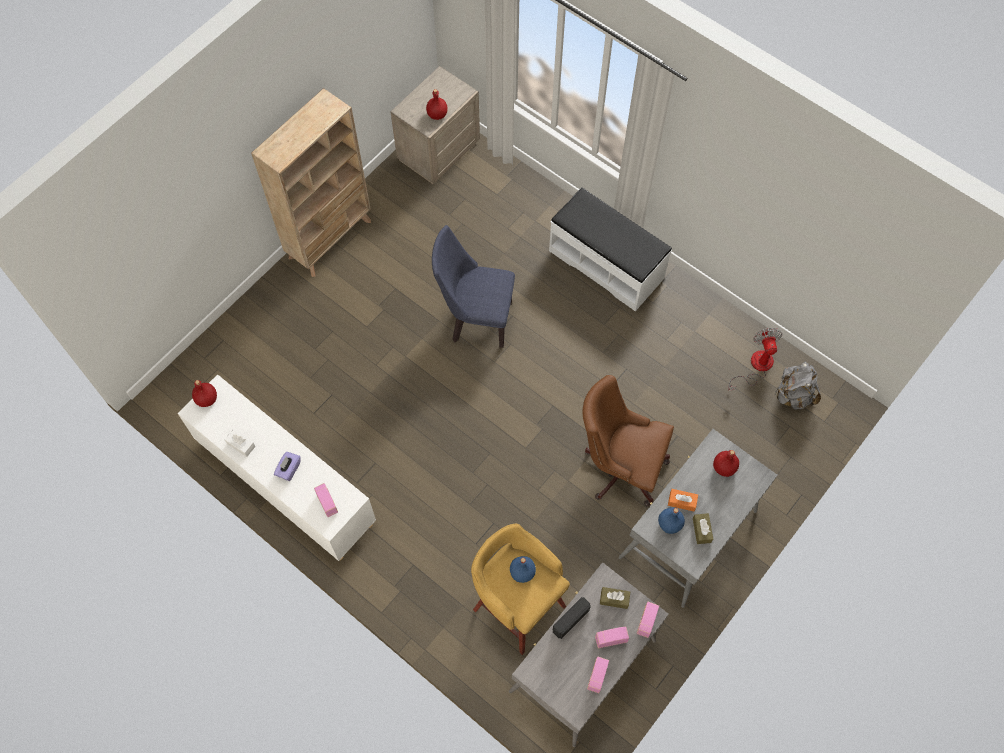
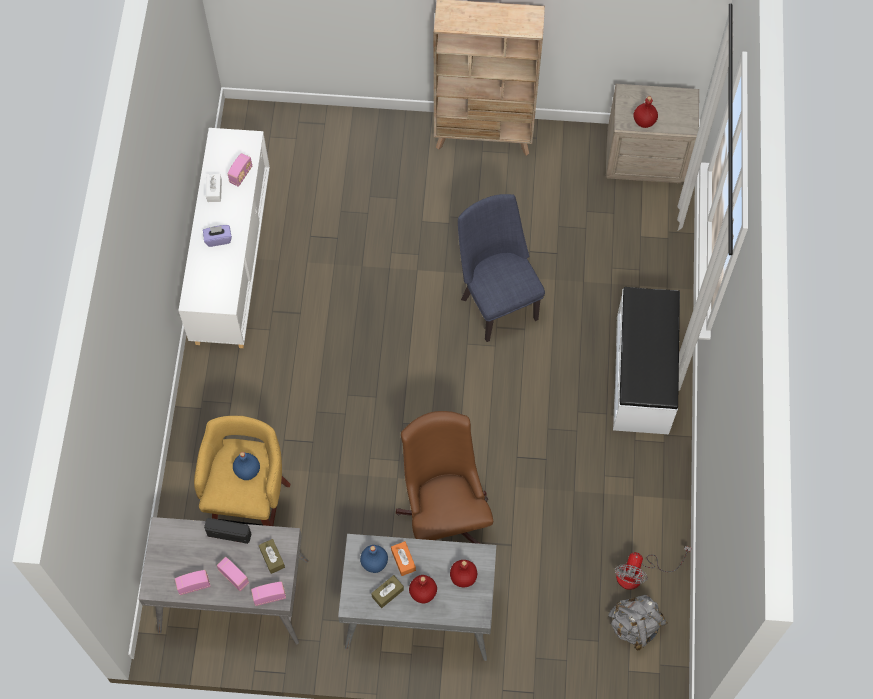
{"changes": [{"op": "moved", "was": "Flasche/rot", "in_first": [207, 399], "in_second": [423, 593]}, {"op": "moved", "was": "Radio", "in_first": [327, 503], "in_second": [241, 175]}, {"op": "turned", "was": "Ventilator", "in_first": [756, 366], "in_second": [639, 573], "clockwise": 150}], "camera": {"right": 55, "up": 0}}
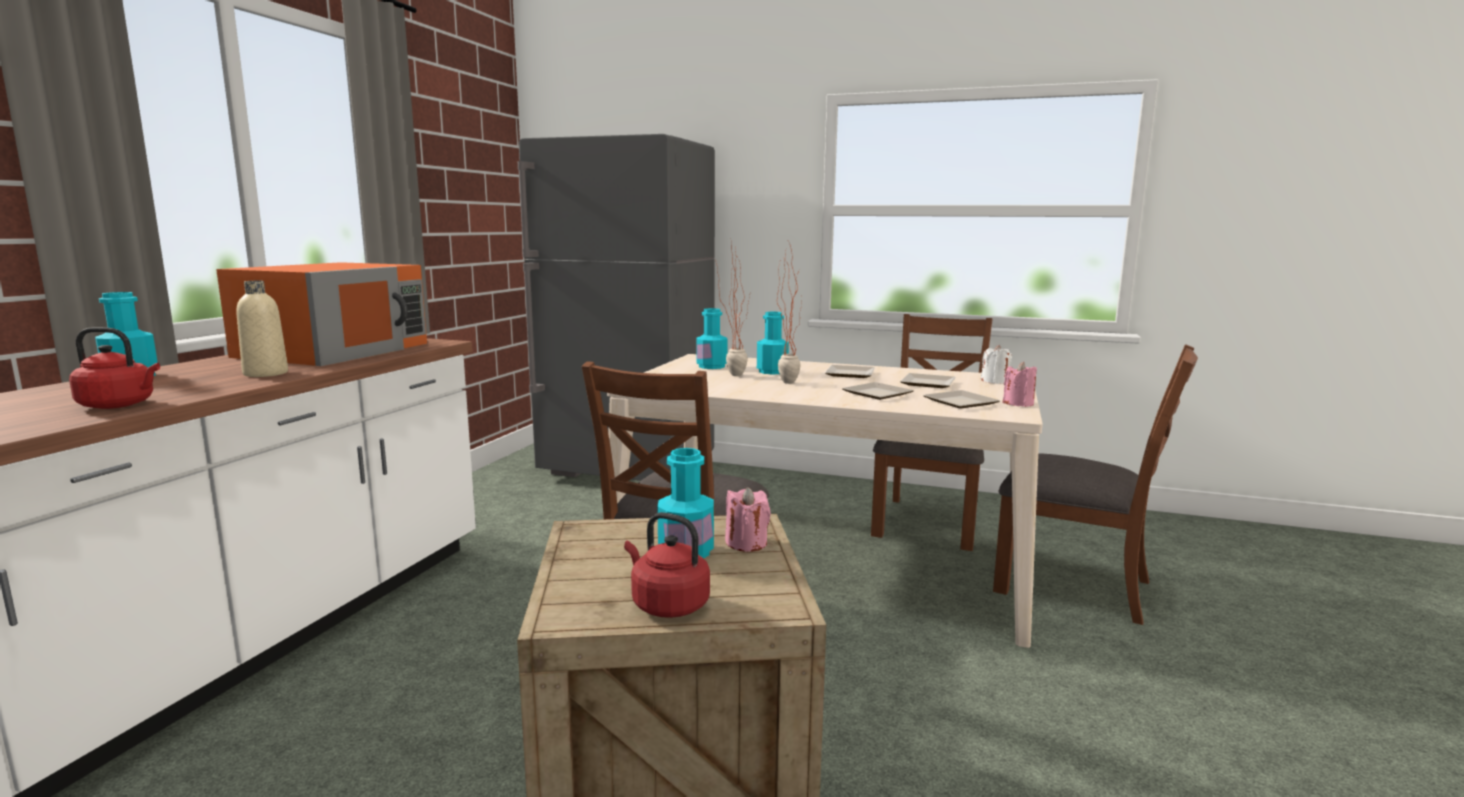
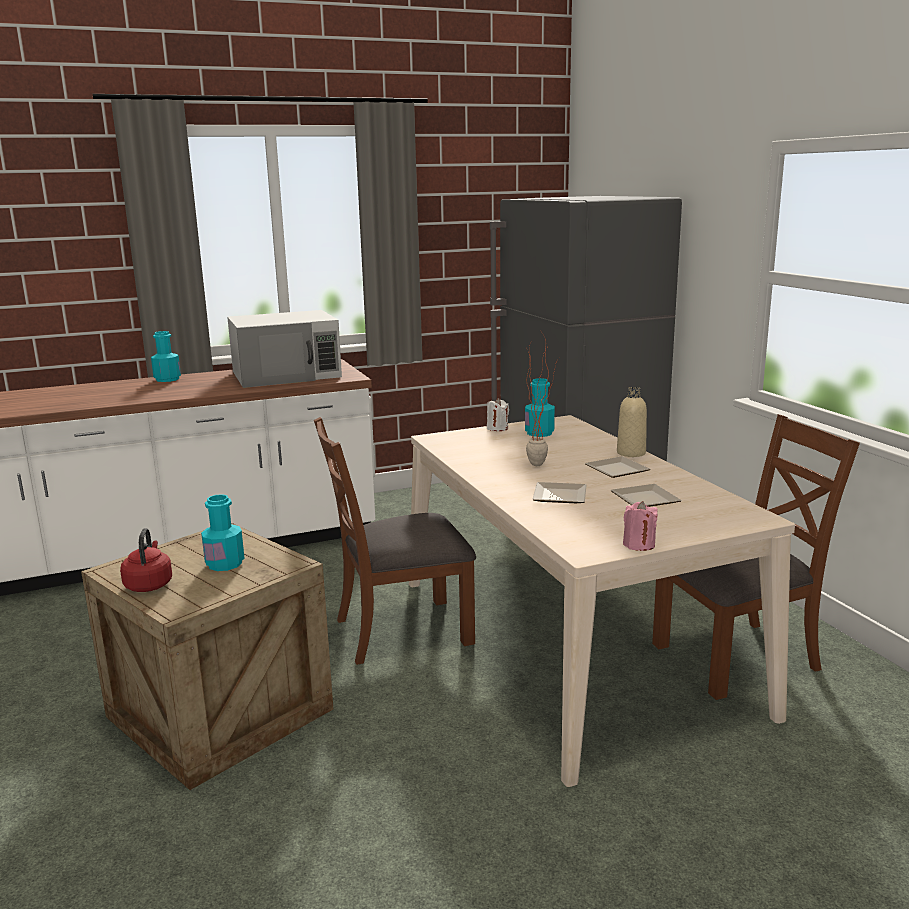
{"changes": [{"op": "removed", "was": "Wasserkessel/rot", "in_first": [120, 405]}, {"op": "removed", "was": "Topfpflanze", "in_first": [732, 374]}, {"op": "removed", "was": "Kerze/rosa", "in_first": [746, 543]}, {"op": "removed", "was": "Flasche/türkis", "in_first": [772, 371]}, {"op": "removed", "was": "Teller", "in_first": [957, 402]}, {"op": "removed", "was": "Stuhl/braun", "in_first": [1075, 585]}, {"op": "moved", "was": "Flasche/beige", "in_first": [265, 373], "in_second": [631, 453]}, {"op": "moved", "was": "Kerze/weiß", "in_first": [994, 381], "in_second": [497, 428]}, {"op": "recoloured", "was": "Mikrowelle/orange", "now": "Mikrowelle/weiß", "in_first": [336, 350], "in_second": [287, 374]}], "camera": {"right": 50, "up": 5}}
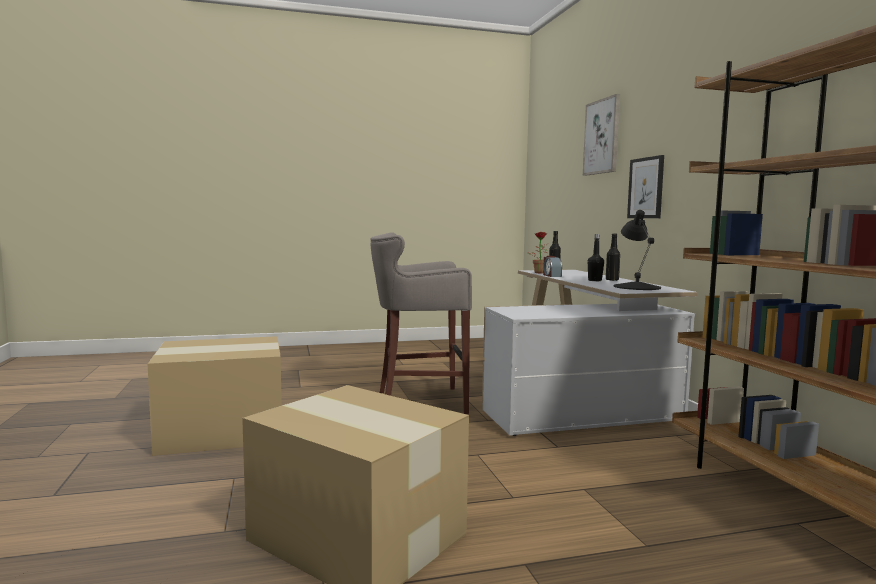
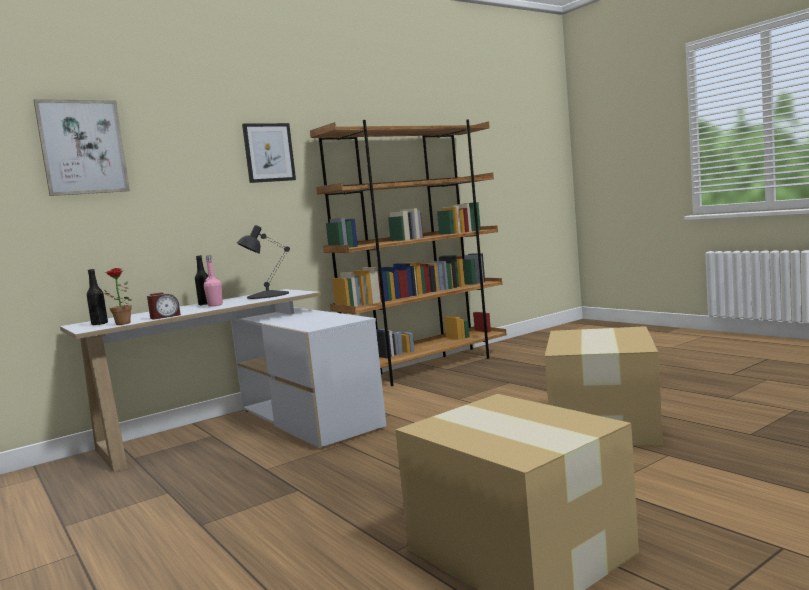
{"changes": [{"op": "removed", "was": "Hocker/grau", "in_first": [418, 401]}, {"op": "moved", "was": "Bild", "in_first": [646, 188], "in_second": [269, 152]}, {"op": "recoloured", "was": "Flasche/schwarz", "now": "Flasche/rosa", "in_first": [594, 280], "in_second": [215, 305]}], "camera": {"right": -110, "up": 0}}
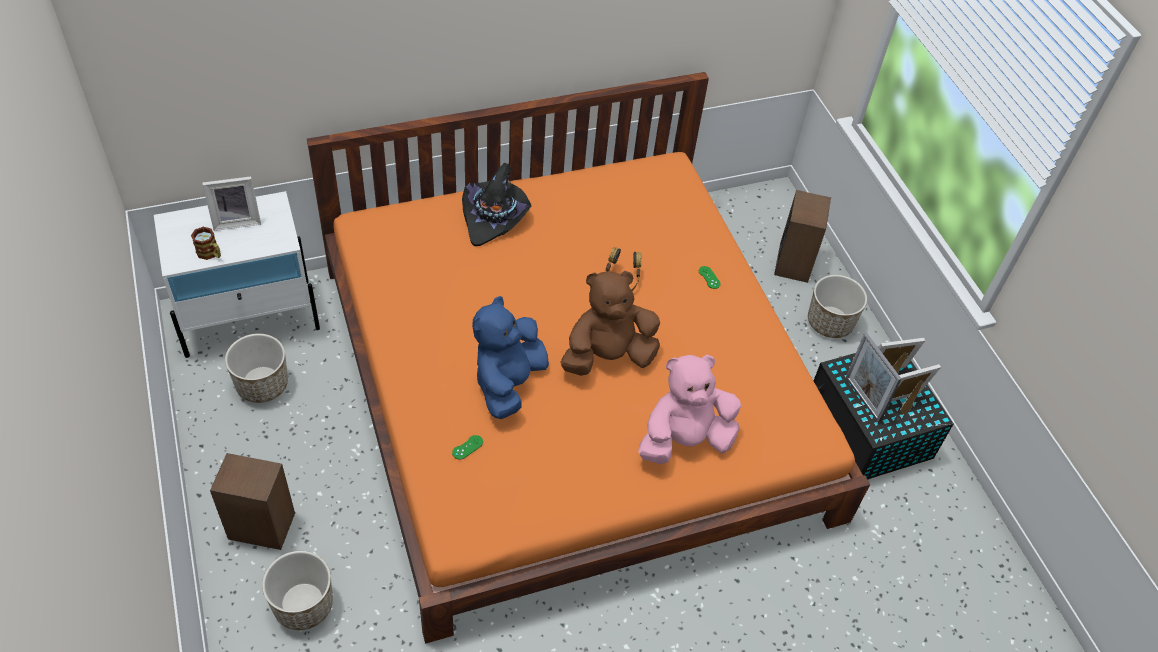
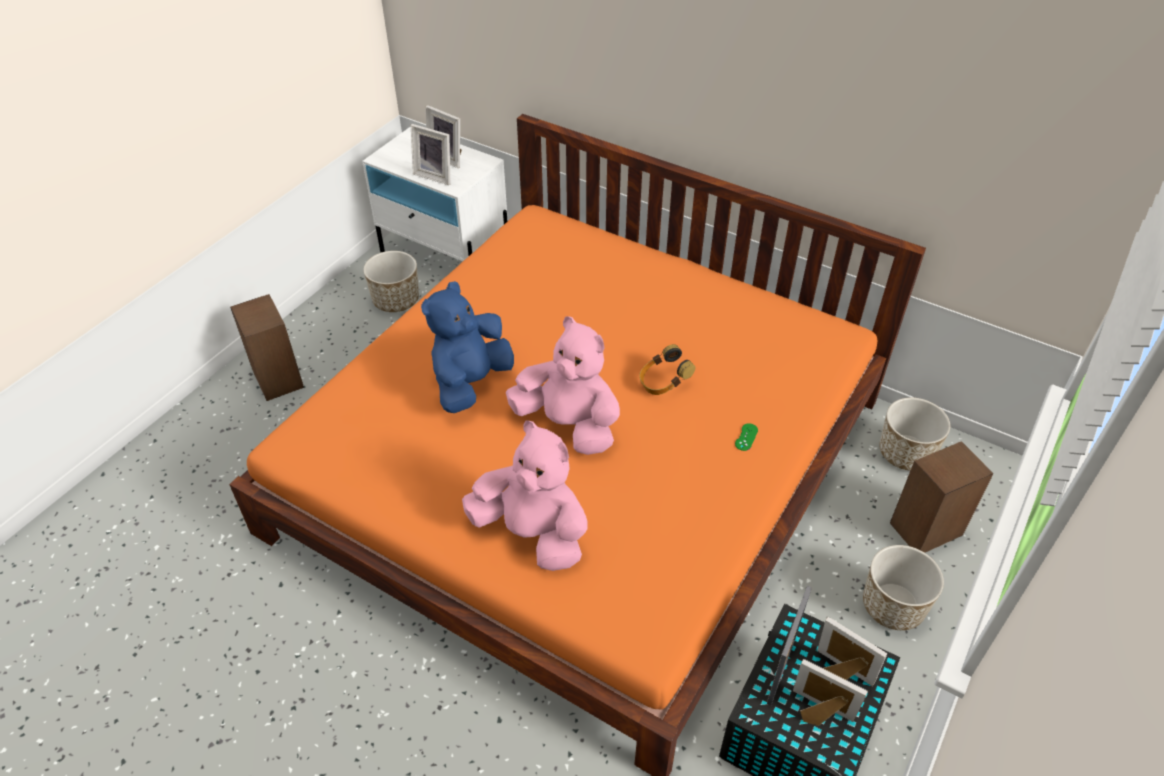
{"changes": [{"op": "removed", "was": "Henkelbecher", "in_first": [210, 254]}, {"op": "removed", "was": "Gamepad/grün", "in_first": [467, 447]}, {"op": "removed", "was": "Hut/schwarz", "in_first": [494, 217]}, {"op": "added", "now": "Bilderrahmen", "in_second": [435, 175]}, {"op": "moved", "was": "Pflanzkübel", "in_first": [303, 605], "in_second": [905, 453]}, {"op": "recoloured", "was": "Plüschtier/braun", "now": "Plüschtier/rosa", "in_first": [607, 356], "in_second": [568, 424]}, {"op": "turned", "was": "Plüschtier/blau", "in_first": [508, 383], "in_second": [470, 383], "clockwise": -45}], "camera": {"right": 55, "up": -5}}
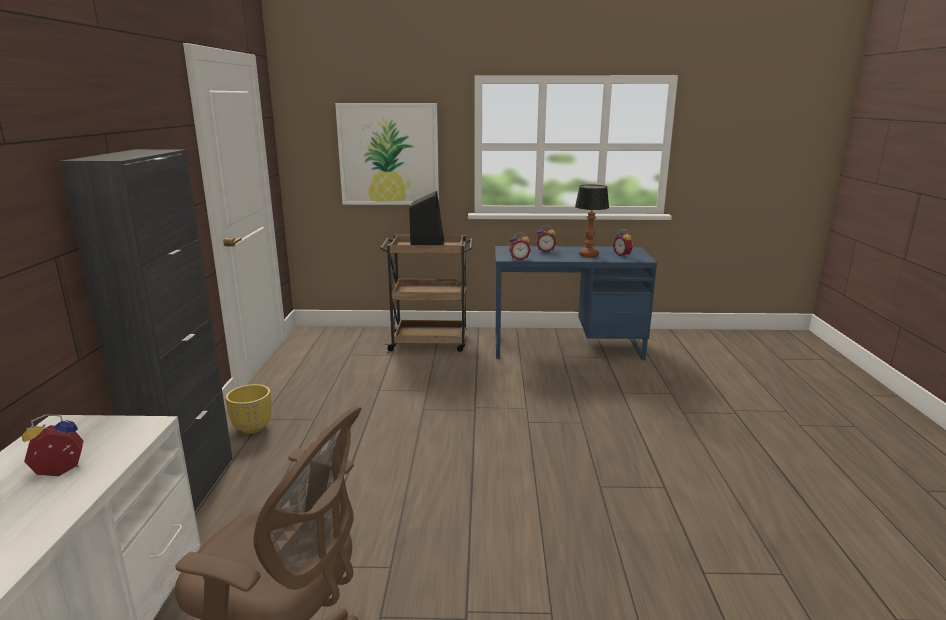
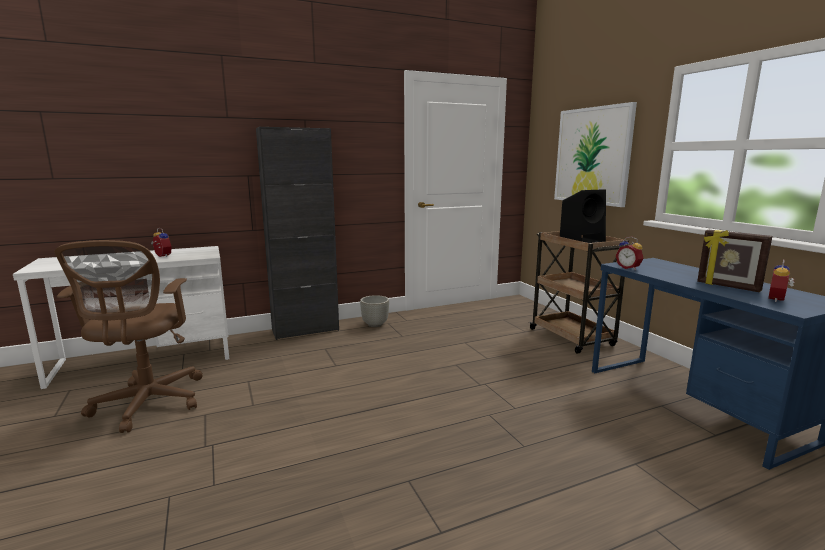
{"changes": [{"op": "removed", "was": "Wecker", "in_first": [545, 251]}, {"op": "replaced", "was": "Tischlampe", "now": "Bilderrahmen", "in_first": [588, 255], "in_second": [727, 286]}, {"op": "recoloured", "was": "Pflanzkübel/gelb", "now": "Pflanzkübel/grau", "in_first": [252, 428], "in_second": [374, 324]}], "camera": {"right": 65, "up": -5}}
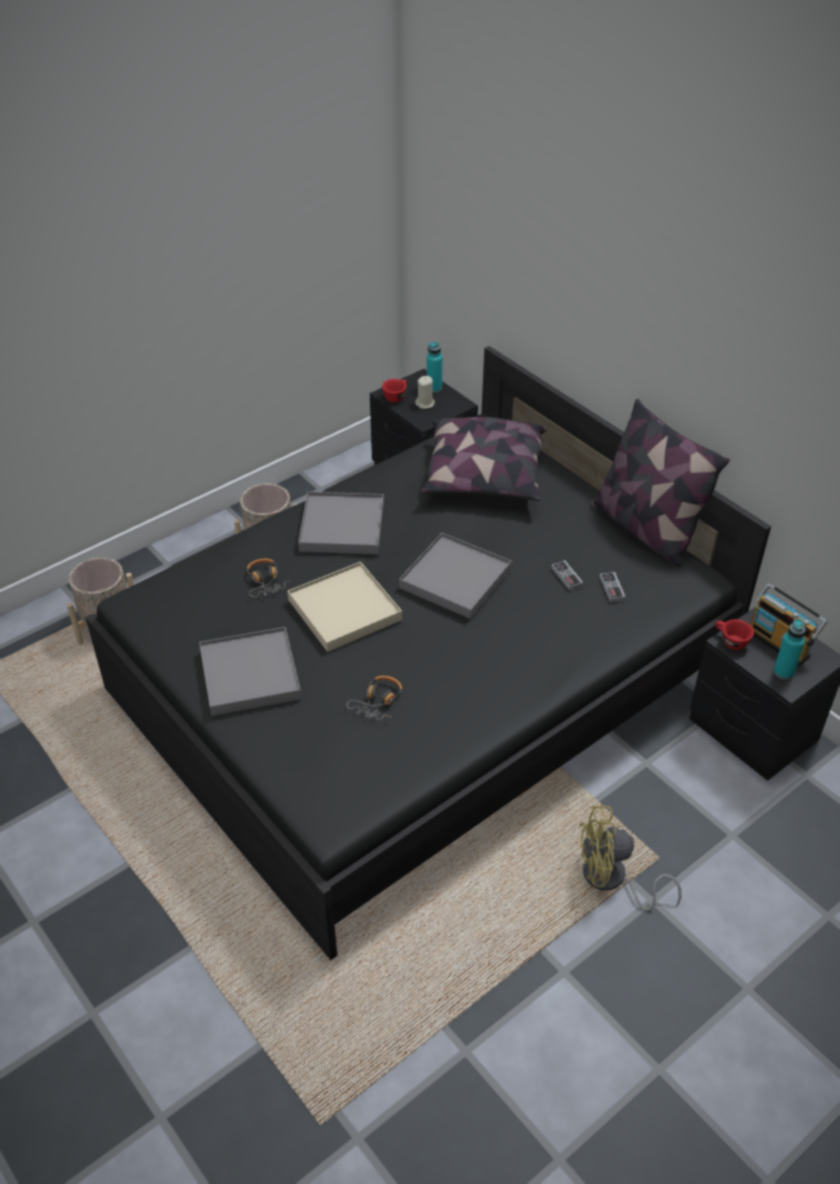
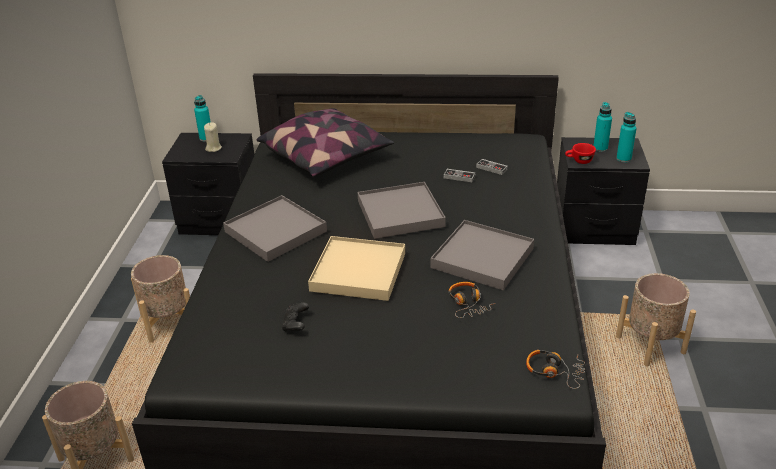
{"changes": [{"op": "removed", "was": "Tasse/rot", "in_first": [396, 396]}, {"op": "removed", "was": "Kissen", "in_first": [645, 528]}, {"op": "added", "now": "Gamepad/schwarz", "in_second": [295, 324]}, {"op": "moved", "was": "Tablett/grau", "in_first": [249, 675], "in_second": [482, 258]}, {"op": "moved", "was": "Kopfhörer", "in_first": [265, 581], "in_second": [555, 372]}, {"op": "replaced", "was": "Ventilator/gelb", "now": "Pflanzkübel/beige", "in_first": [611, 880], "in_second": [650, 344]}, {"op": "replaced", "was": "Radio", "now": "Flasche/türkis", "in_first": [780, 643], "in_second": [600, 148]}], "camera": {"right": -45, "up": -10}}
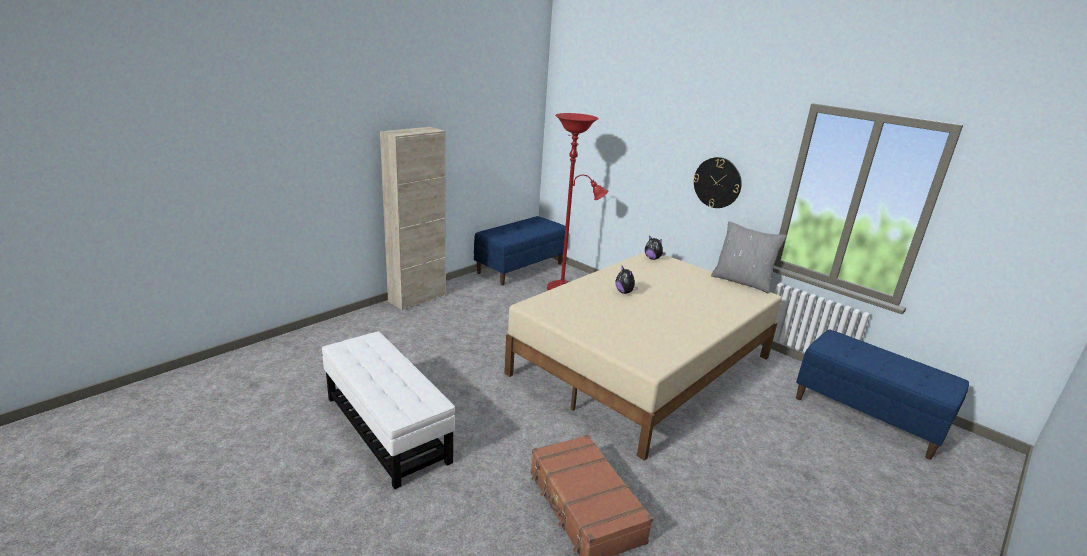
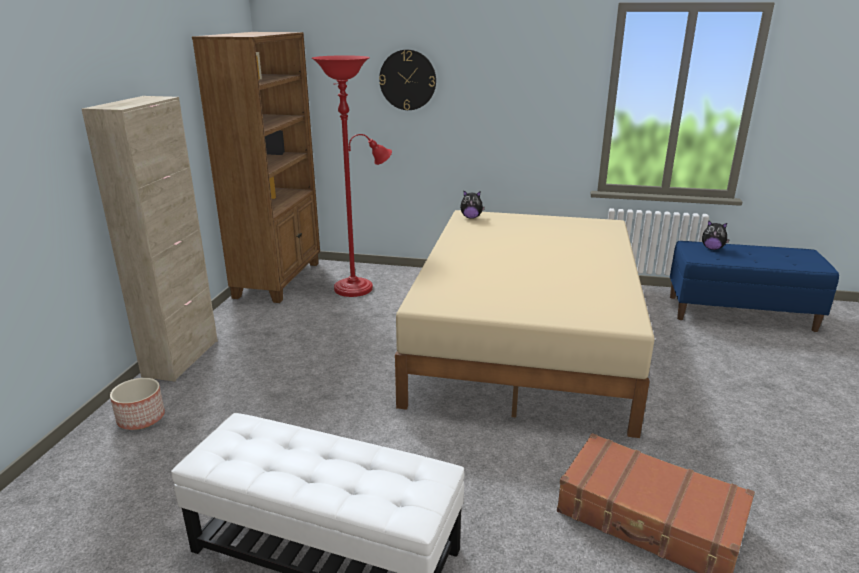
{"changes": [{"op": "removed", "was": "Kissen/grau", "in_first": [742, 281]}, {"op": "added", "now": "Pflanzkübel", "in_second": [140, 419]}, {"op": "moved", "was": "Plüschtier", "in_first": [624, 292], "in_second": [712, 248]}, {"op": "moved", "was": "Wanduhr", "in_first": [717, 182], "in_second": [407, 80]}, {"op": "replaced", "was": "Bank/blau", "now": "Bücherregal/braun", "in_first": [520, 268], "in_second": [279, 279]}], "camera": {"right": -30, "up": 0}}
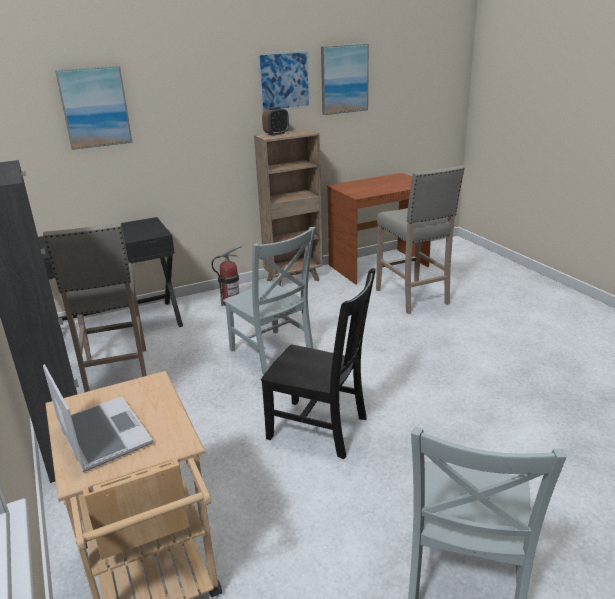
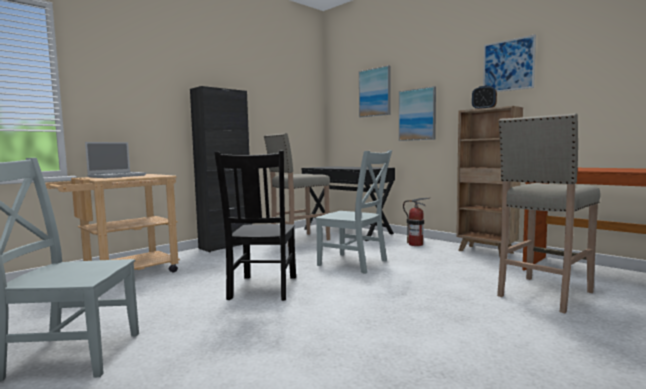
{"changes": [{"op": "moved", "was": "Bild", "in_first": [344, 79], "in_second": [417, 114]}, {"op": "turned", "was": "Stuhl/grau", "in_first": [273, 354], "in_second": [355, 263], "clockwise": -90}], "camera": {"right": 70, "up": -20}}
